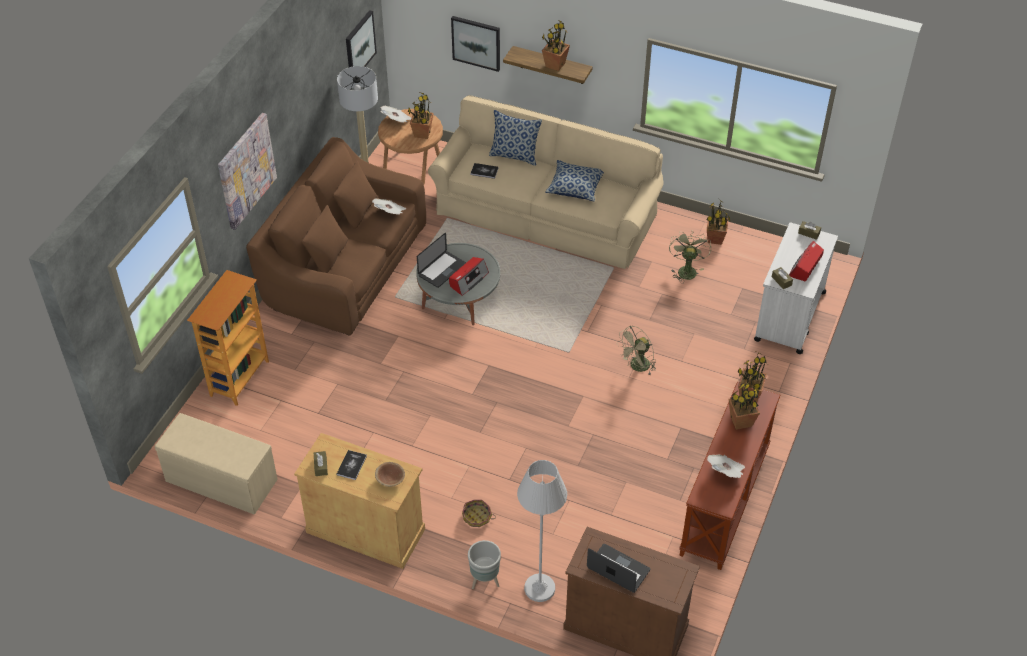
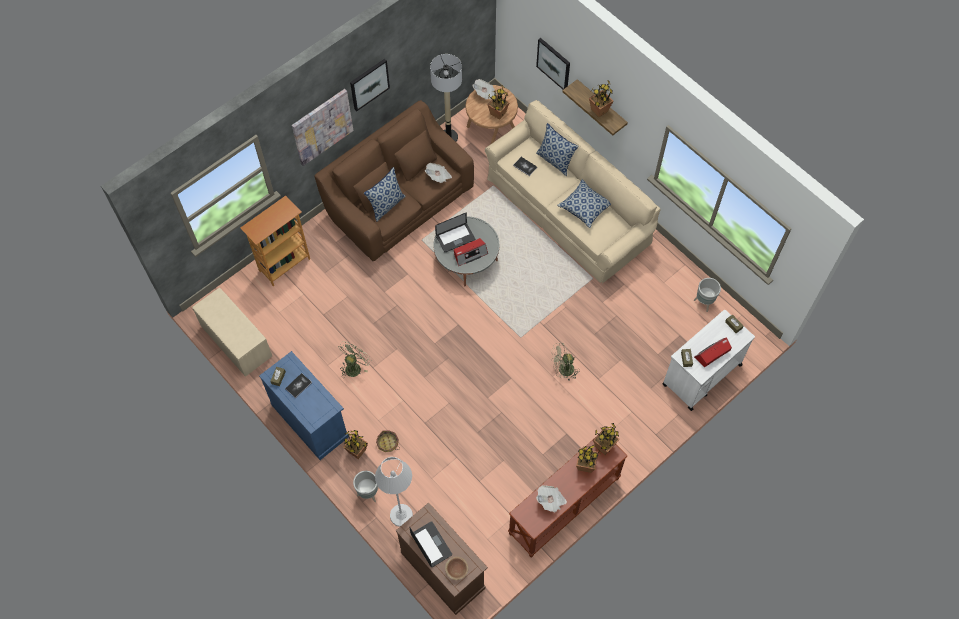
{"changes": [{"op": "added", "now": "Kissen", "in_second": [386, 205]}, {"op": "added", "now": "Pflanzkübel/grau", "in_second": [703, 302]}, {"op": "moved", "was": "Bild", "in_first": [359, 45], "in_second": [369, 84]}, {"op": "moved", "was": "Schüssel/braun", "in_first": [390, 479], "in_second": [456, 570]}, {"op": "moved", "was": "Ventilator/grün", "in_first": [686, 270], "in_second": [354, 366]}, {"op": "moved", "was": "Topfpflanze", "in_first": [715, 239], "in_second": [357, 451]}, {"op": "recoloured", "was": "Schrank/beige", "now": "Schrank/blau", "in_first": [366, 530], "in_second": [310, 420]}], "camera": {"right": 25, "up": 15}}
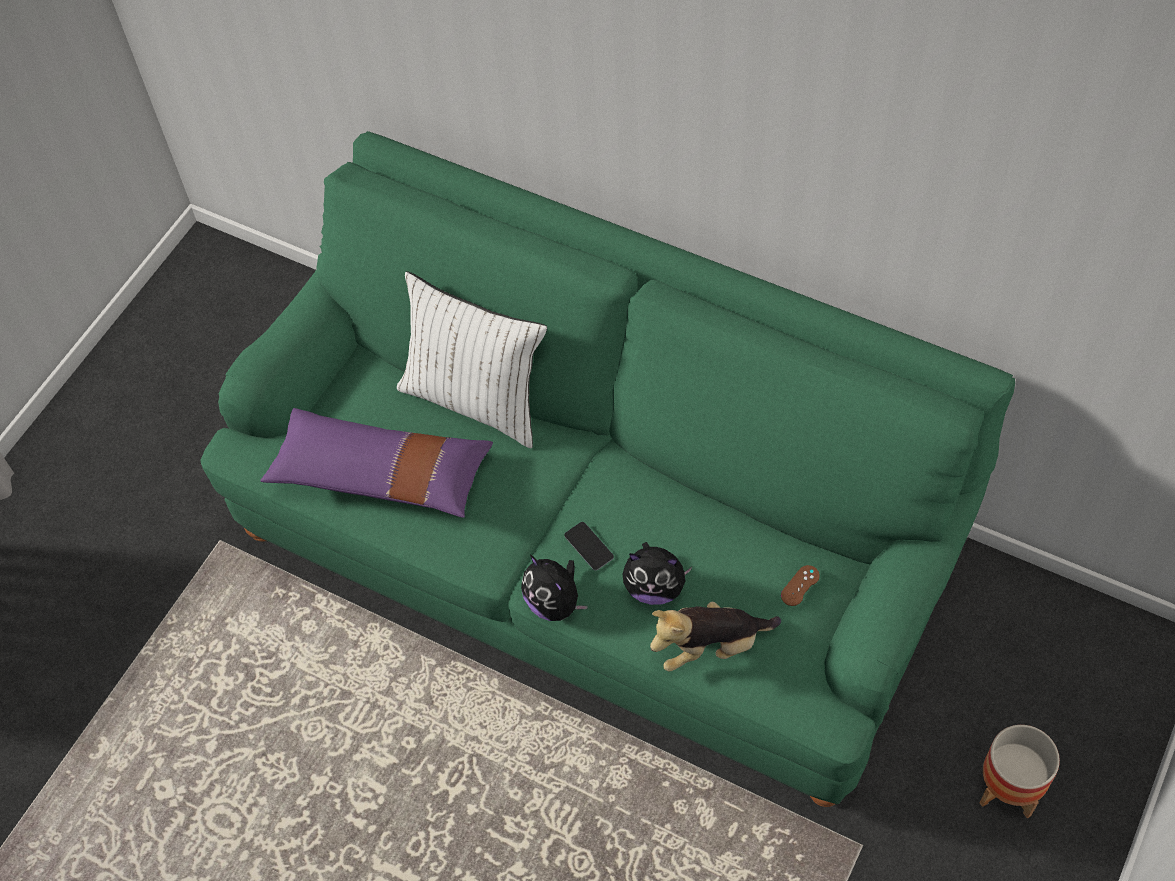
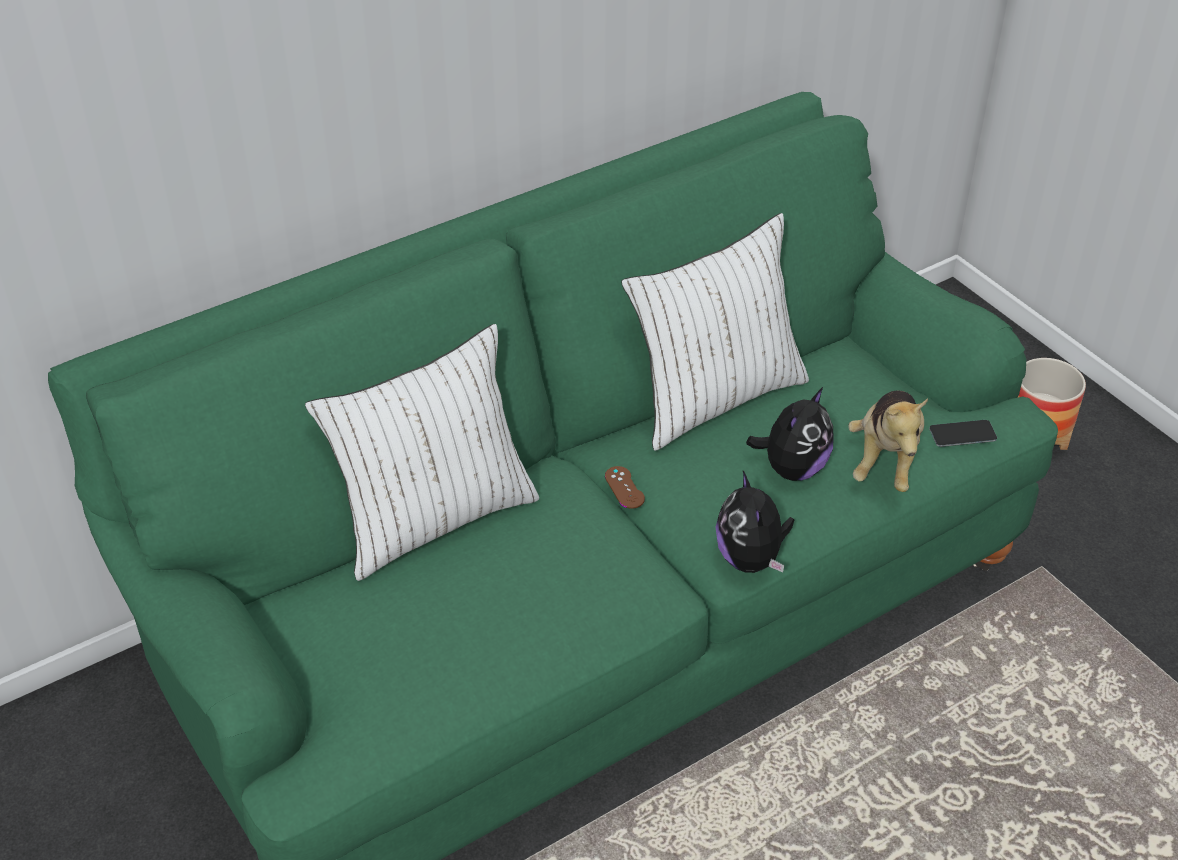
{"changes": [{"op": "removed", "was": "Kissen/lila", "in_first": [381, 474]}, {"op": "added", "now": "Kissen/weiß", "in_second": [714, 398]}, {"op": "moved", "was": "Handy", "in_first": [589, 546], "in_second": [962, 434]}, {"op": "moved", "was": "Gamepad/braun", "in_first": [800, 585], "in_second": [624, 487]}, {"op": "turned", "was": "Plüschtier", "in_first": [555, 602], "in_second": [751, 559], "clockwise": 90}], "camera": {"right": -65, "up": -15}}
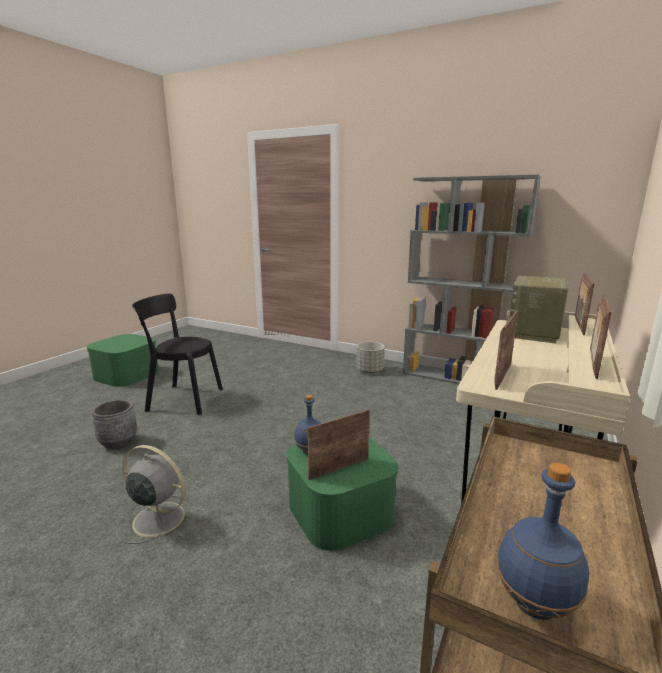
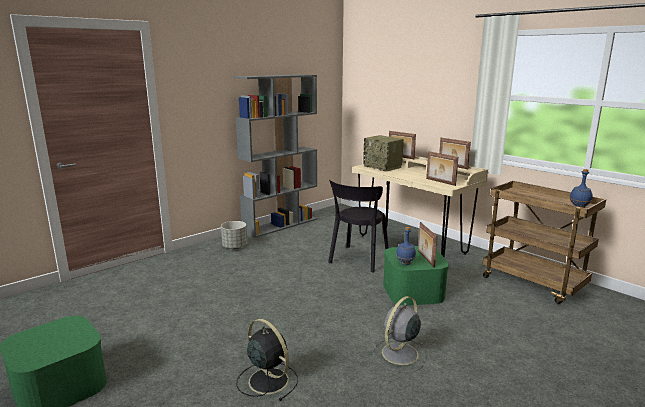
{"changes": [{"op": "moved", "was": "Stuhl/schwarz", "in_first": [182, 399], "in_second": [358, 260]}, {"op": "replaced", "was": "Pflanzkübel/grau", "now": "Ventilator/schwarz", "in_first": [118, 442], "in_second": [267, 380]}], "camera": {"right": -70, "up": 0}}
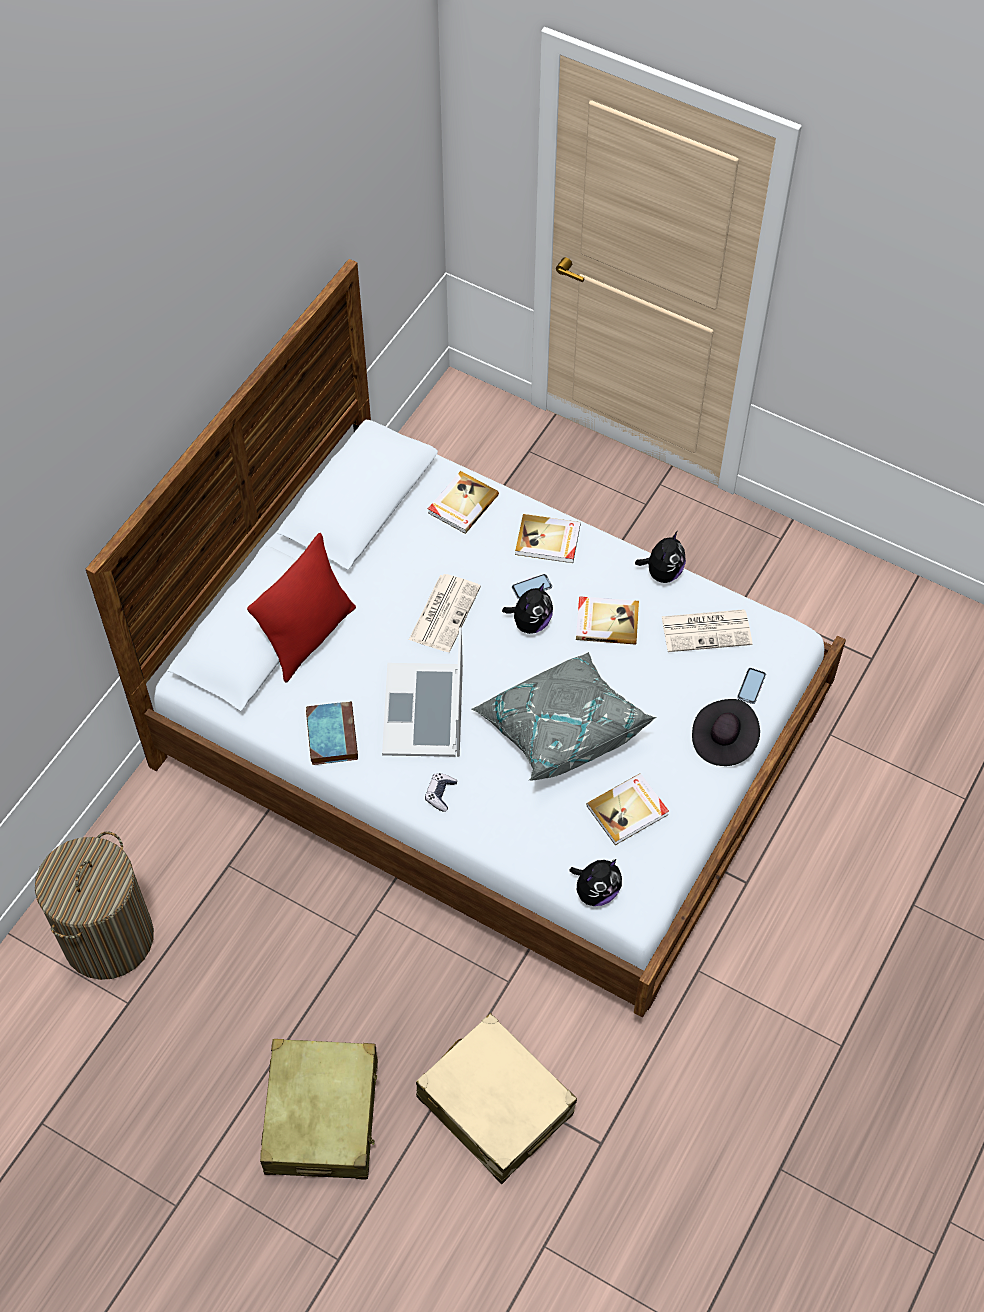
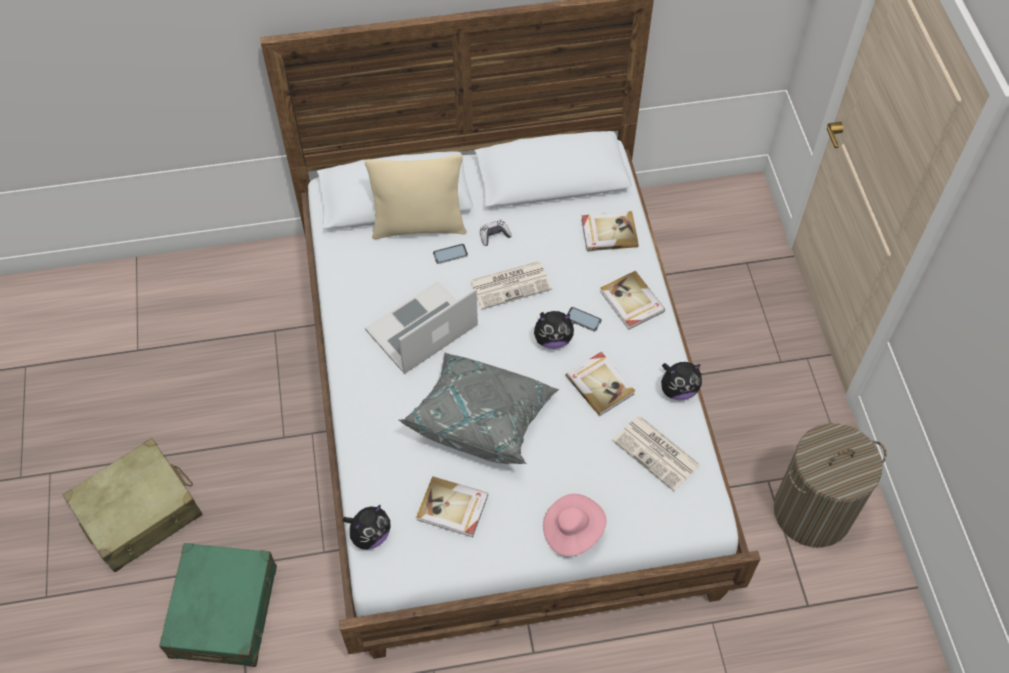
{"changes": [{"op": "removed", "was": "Buch", "in_first": [331, 735]}, {"op": "moved", "was": "Wäschekorb", "in_first": [108, 938], "in_second": [812, 512]}, {"op": "moved", "was": "Gamepad", "in_first": [440, 794], "in_second": [494, 235]}, {"op": "moved", "was": "Handy", "in_first": [751, 686], "in_second": [450, 254]}, {"op": "recoloured", "was": "Kissen/rot", "now": "Kissen/beige", "in_first": [309, 637], "in_second": [419, 226]}, {"op": "recoloured", "was": "Koffer/beige", "now": "Koffer/grün", "in_first": [495, 1105], "in_second": [224, 611]}, {"op": "recoloured", "was": "Hut/schwarz", "now": "Hut/rosa", "in_first": [723, 740], "in_second": [572, 530]}, {"op": "turned", "was": "Plüschtier", "in_first": [596, 891], "in_second": [370, 535], "clockwise": -60}], "camera": {"right": 50, "up": 0}}
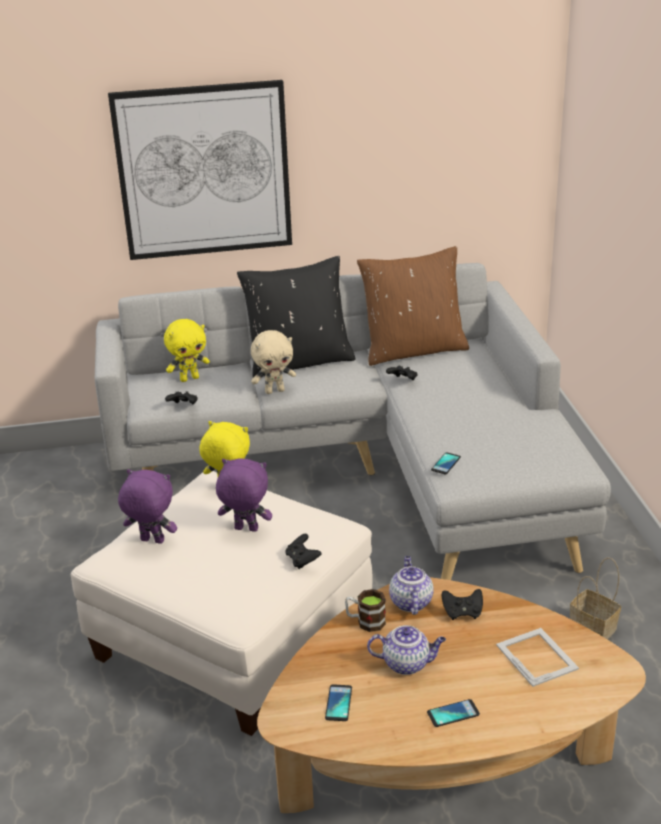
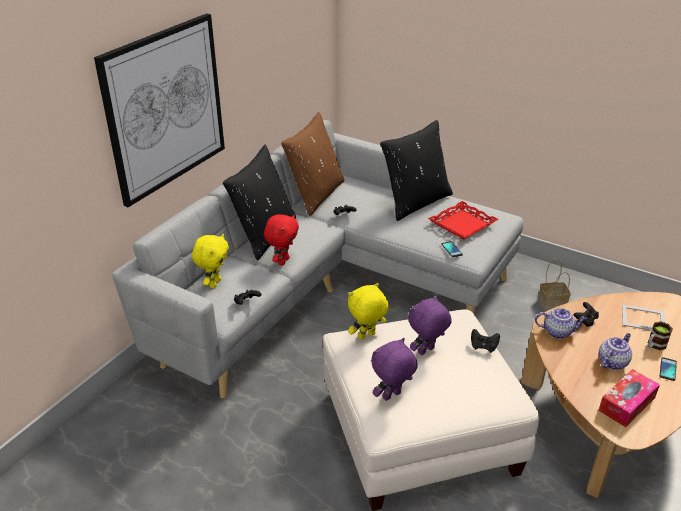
{"changes": [{"op": "added", "now": "Kissen/schwarz", "in_second": [416, 202]}, {"op": "added", "now": "Tablett/rot", "in_second": [463, 225]}, {"op": "moved", "was": "Henkelbecher", "in_first": [365, 621], "in_second": [654, 345]}, {"op": "replaced", "was": "Handy", "now": "Taschentuchbox", "in_first": [338, 703], "in_second": [627, 404]}, {"op": "recoloured", "was": "Plüschtier/beige", "now": "Plüschtier/rot", "in_first": [274, 391], "in_second": [283, 261]}, {"op": "turned", "was": "Teekanne", "in_first": [410, 602], "in_second": [558, 332], "clockwise": 150}], "camera": {"right": -50, "up": 5}}
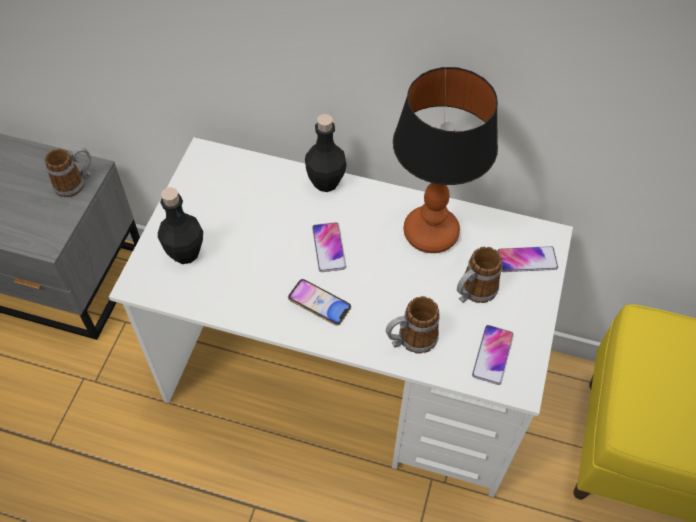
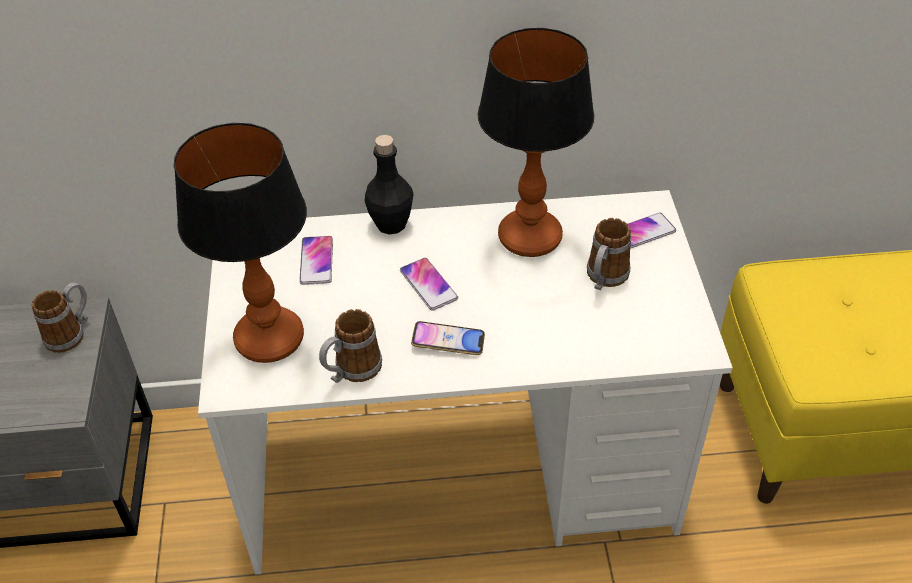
{"changes": [{"op": "moved", "was": "Henkelbecher", "in_first": [410, 340], "in_second": [351, 371]}, {"op": "moved", "was": "Handy", "in_first": [492, 355], "in_second": [316, 261]}, {"op": "replaced", "was": "Flasche/schwarz", "now": "Tischlampe", "in_first": [185, 253], "in_second": [268, 340]}], "camera": {"right": -20, "up": -10}}
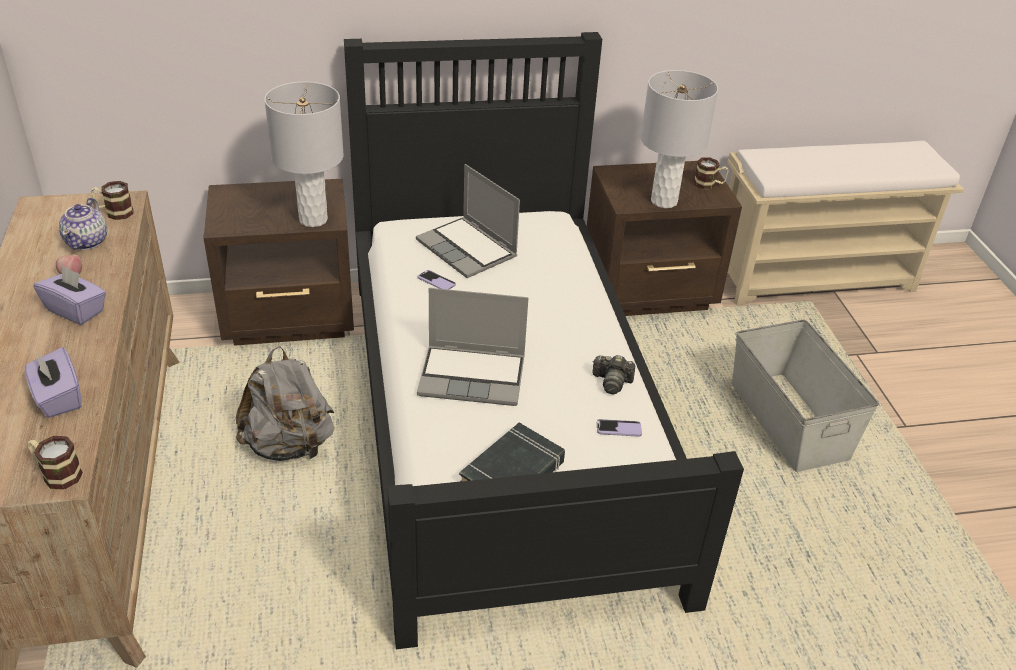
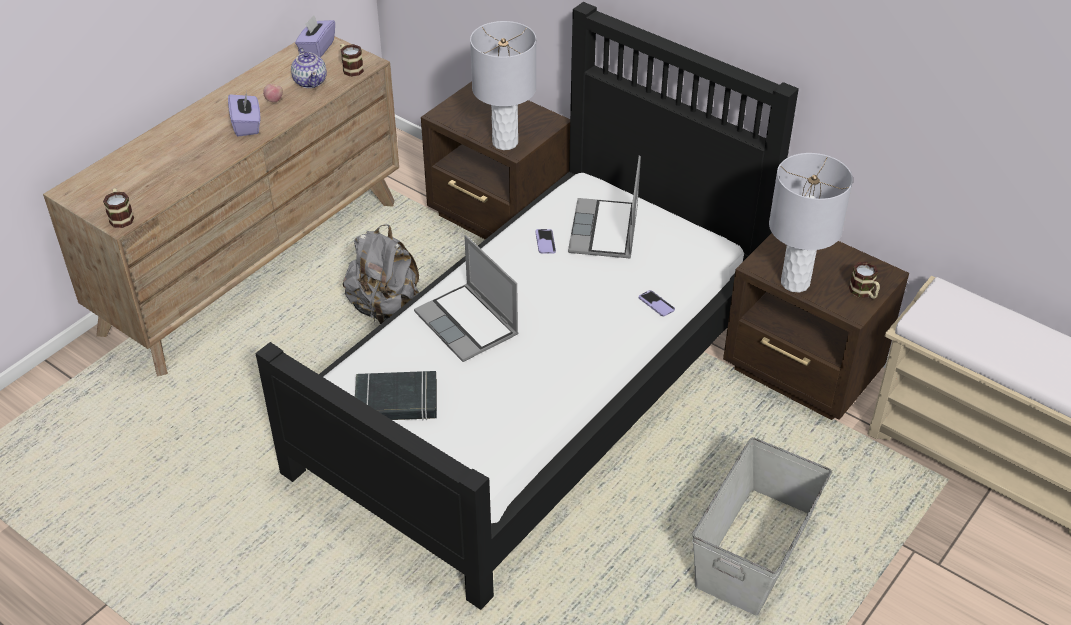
{"changes": [{"op": "removed", "was": "Kamera", "in_first": [612, 382]}, {"op": "moved", "was": "Taschentuchbox/lila", "in_first": [58, 398], "in_second": [317, 48]}, {"op": "moved", "was": "Handy", "in_first": [618, 429], "in_second": [656, 304]}, {"op": "turned", "was": "Teekanne", "in_first": [87, 241], "in_second": [310, 81], "clockwise": -75}], "camera": {"right": 50, "up": 5}}
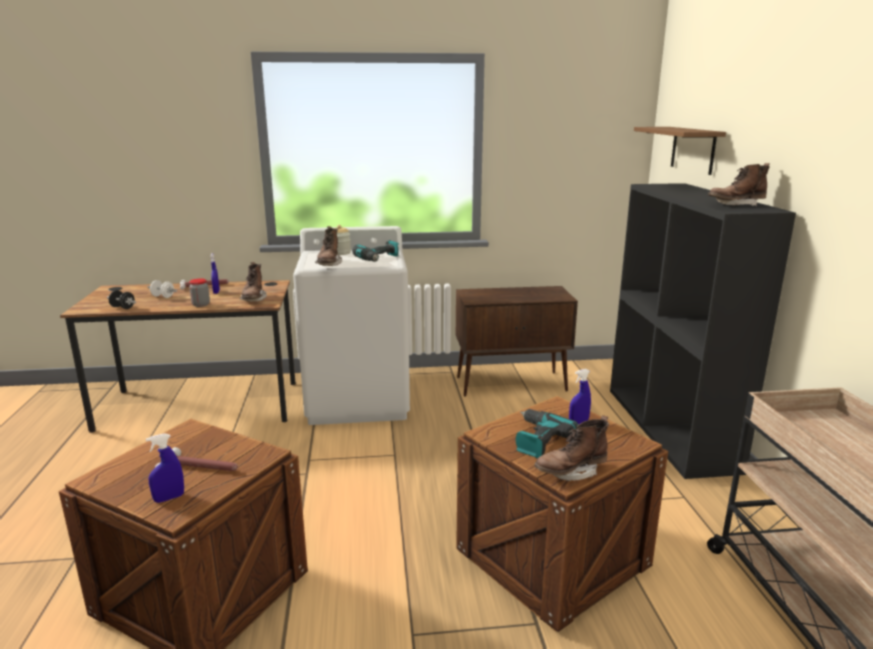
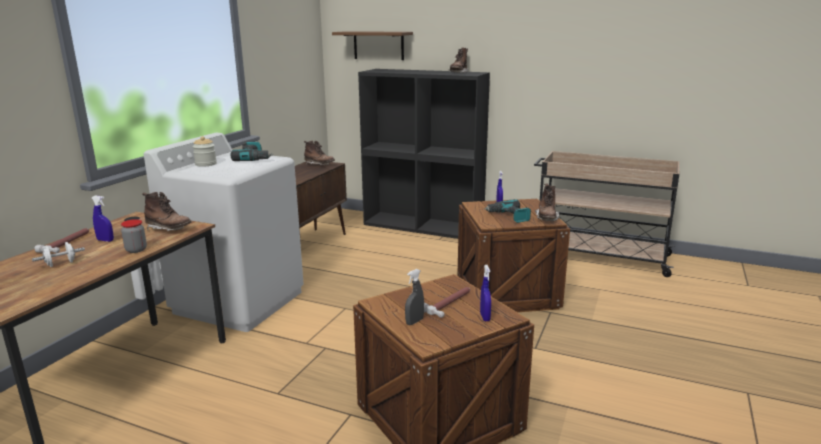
{"changes": [{"op": "removed", "was": "Hantel/schwarz", "in_first": [123, 307]}, {"op": "added", "now": "Sprühflasche/grau", "in_second": [414, 321]}, {"op": "moved", "was": "Stiefel/braun", "in_first": [329, 264], "in_second": [319, 165]}], "camera": {"right": -60, "up": 0}}
